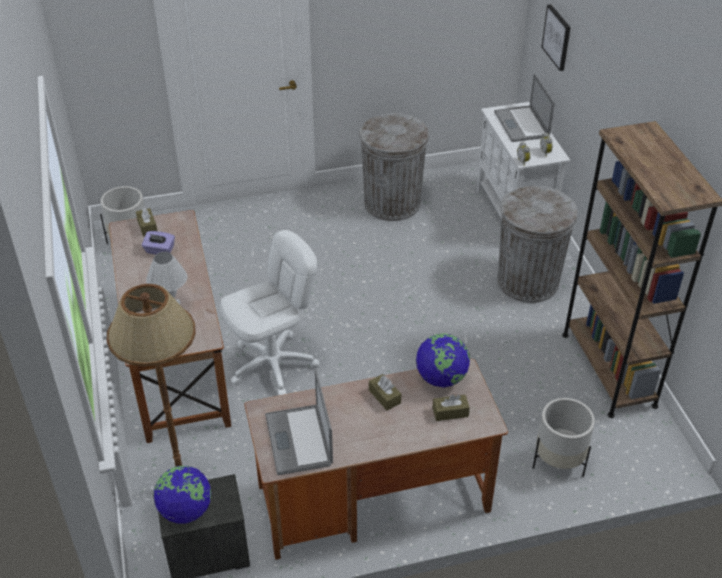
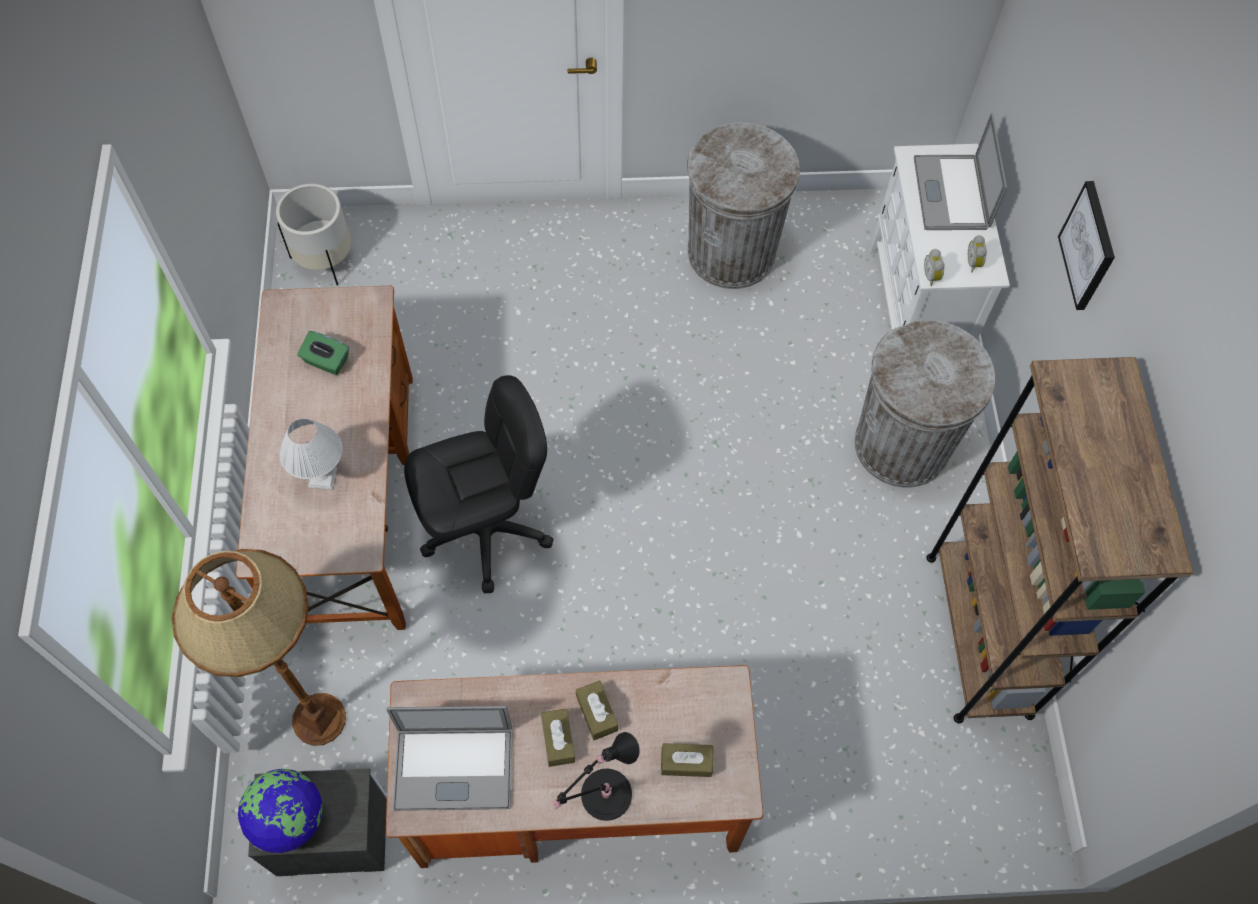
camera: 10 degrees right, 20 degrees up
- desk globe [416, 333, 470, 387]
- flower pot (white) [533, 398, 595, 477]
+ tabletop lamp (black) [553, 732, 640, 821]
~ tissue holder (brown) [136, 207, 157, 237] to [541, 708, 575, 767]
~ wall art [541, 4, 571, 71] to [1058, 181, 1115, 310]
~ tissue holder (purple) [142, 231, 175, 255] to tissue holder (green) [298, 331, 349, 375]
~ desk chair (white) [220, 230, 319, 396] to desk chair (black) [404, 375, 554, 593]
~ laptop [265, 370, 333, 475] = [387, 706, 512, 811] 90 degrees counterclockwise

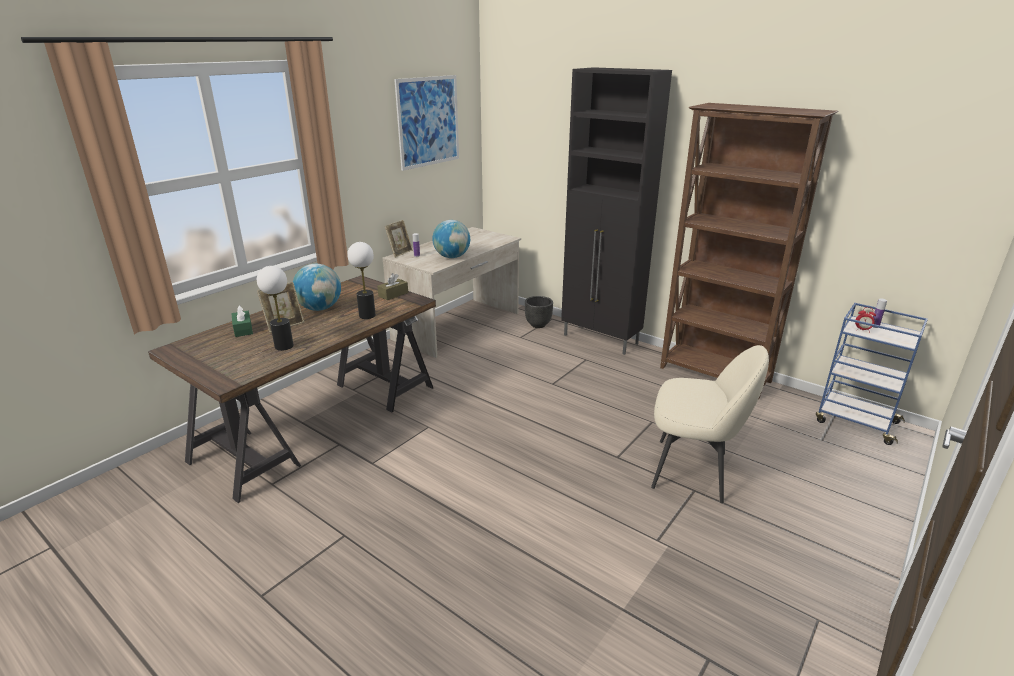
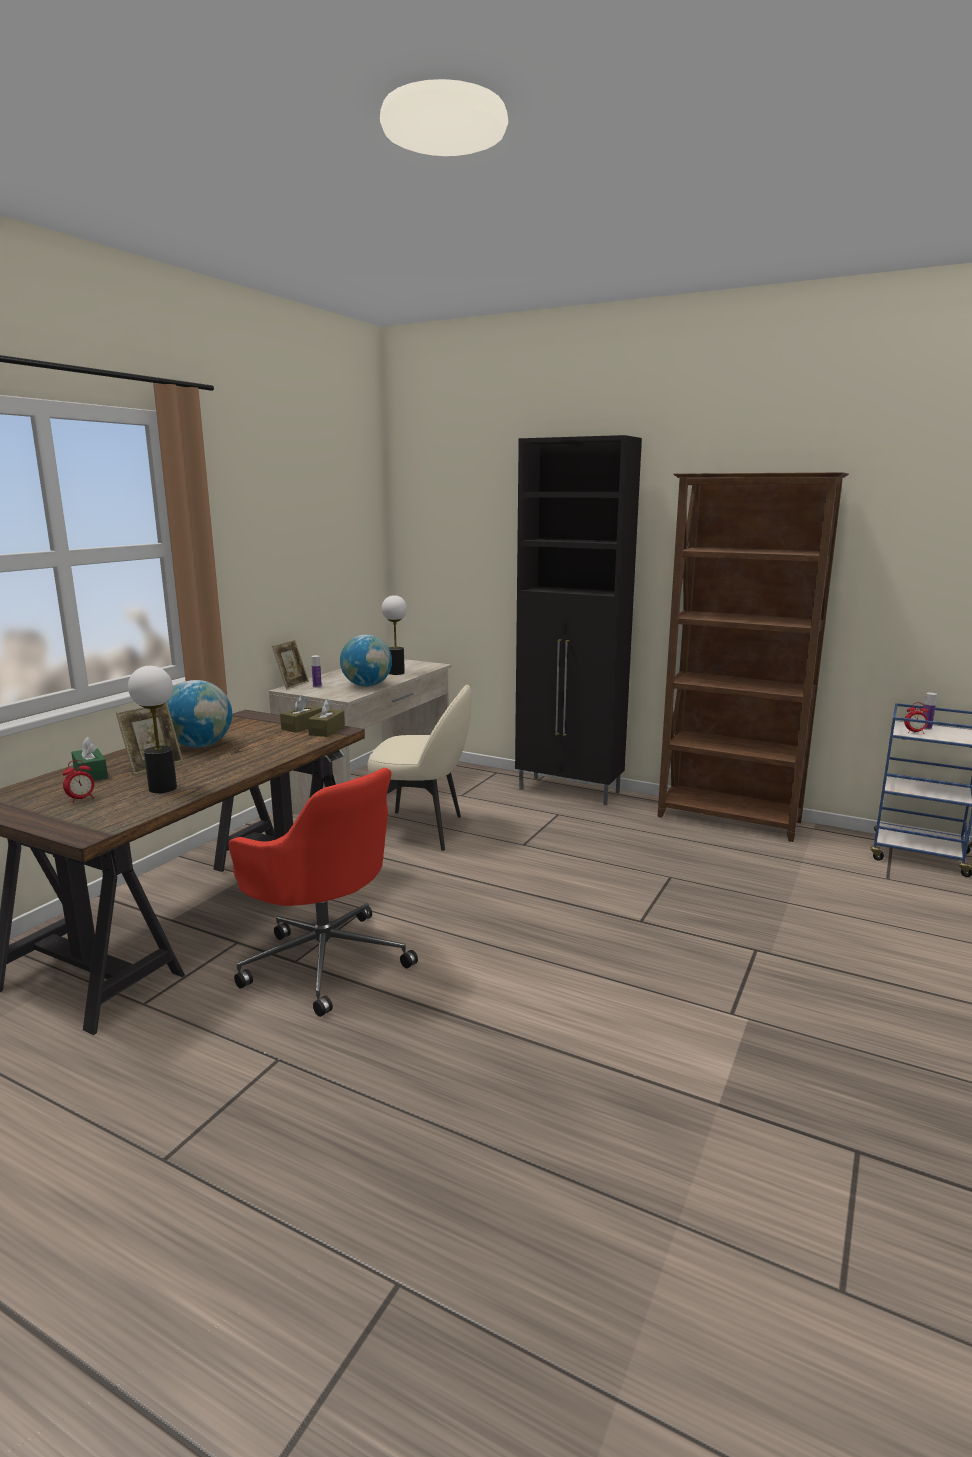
camera: 10 degrees left, 10 degrees down
- wall art [394, 75, 459, 171]
- flower pot (black) [525, 296, 553, 328]
+ table clock [63, 760, 94, 803]
+ desk chair (reddish) [228, 768, 418, 1017]
+ tissue holder (brown) [308, 699, 345, 737]
~ tabletop lamp [347, 242, 376, 319] to [382, 595, 407, 675]
~ upright chair (sand-coloured) [651, 345, 769, 503] to [368, 684, 472, 851]

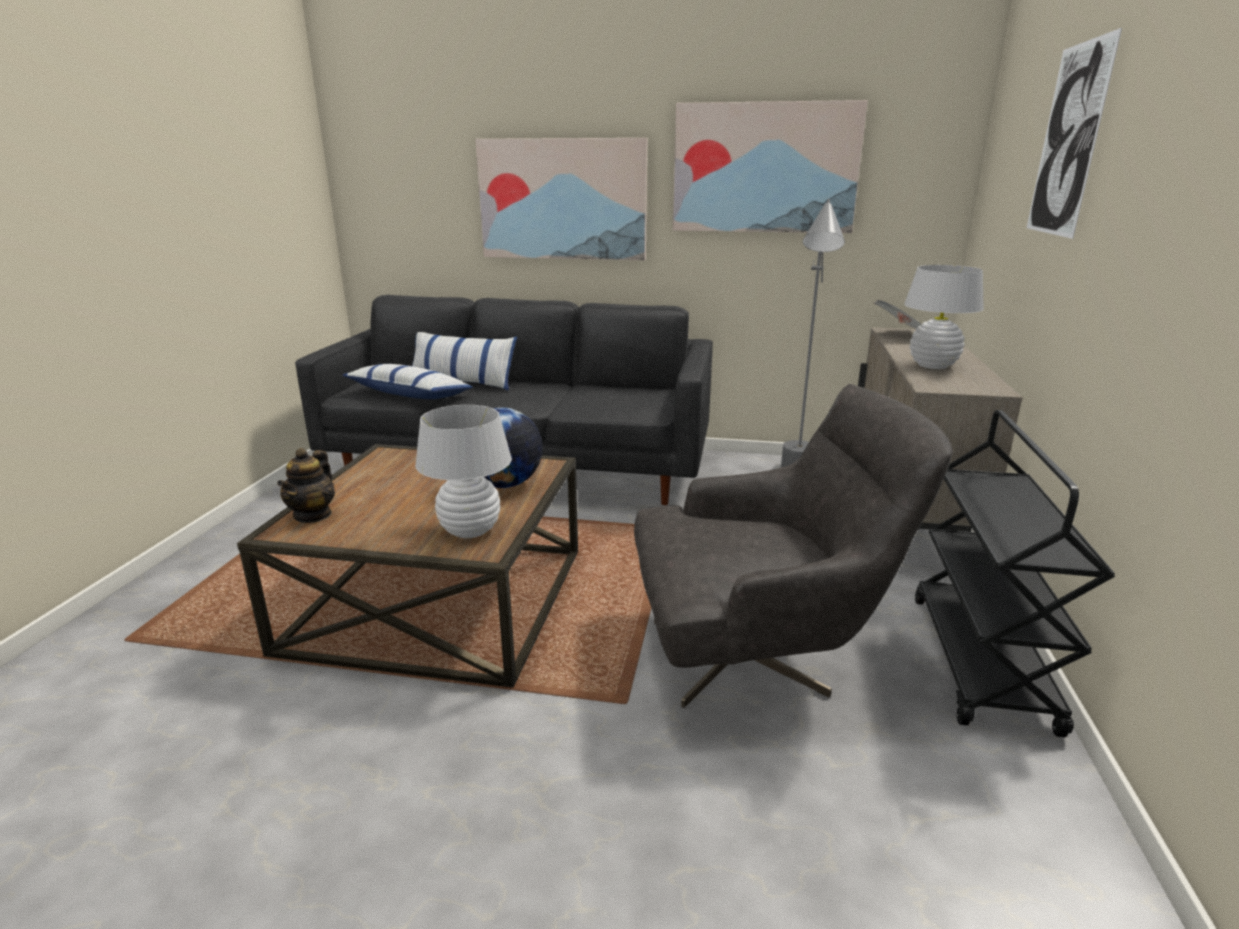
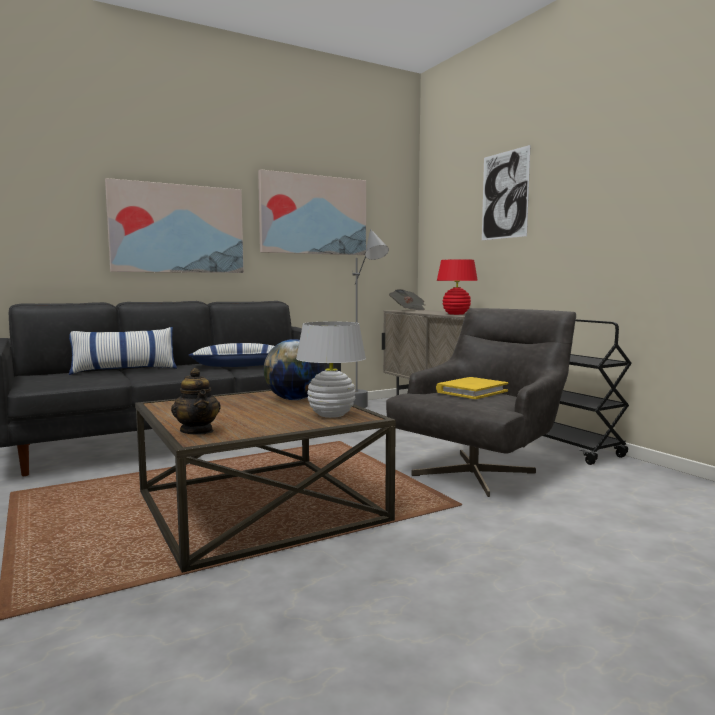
camera: 40 degrees left, 15 degrees down
+ bound book (yellow) [436, 377, 508, 399]
~ pillow [343, 364, 473, 399] to [189, 343, 274, 367]
~ tabletop lamp (white) [904, 265, 984, 369] to tabletop lamp (reddish) [437, 259, 478, 315]

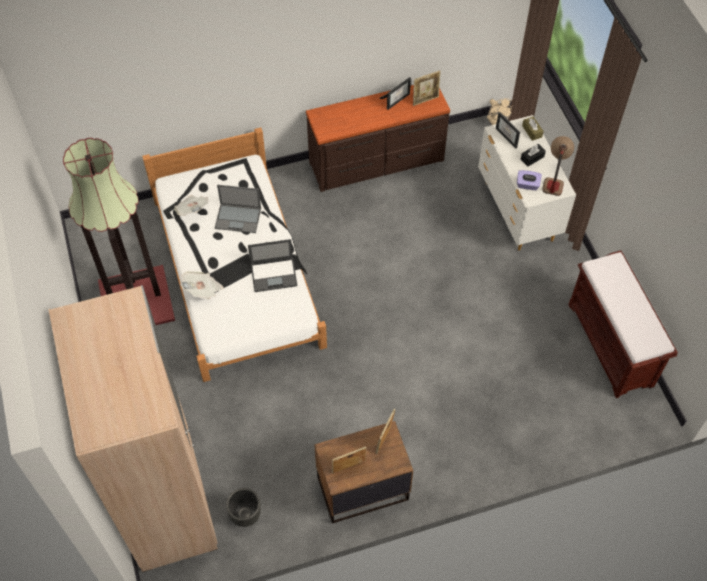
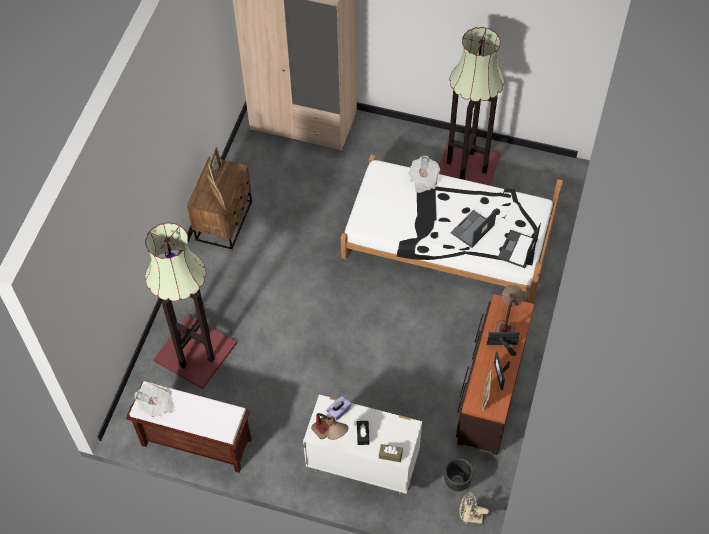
camera: 125 degrees right, 0 degrees up
+ floor lamp [145, 222, 237, 389]
+ tabletop lamp [495, 285, 524, 332]
~ printed paper [174, 195, 209, 216] to [135, 383, 175, 417]
~ flower pot (black) [226, 488, 261, 527] to [444, 458, 473, 491]
~ laptop [248, 239, 297, 292] to [498, 223, 541, 268]
~ photo frame [496, 112, 520, 148] to [487, 332, 520, 356]

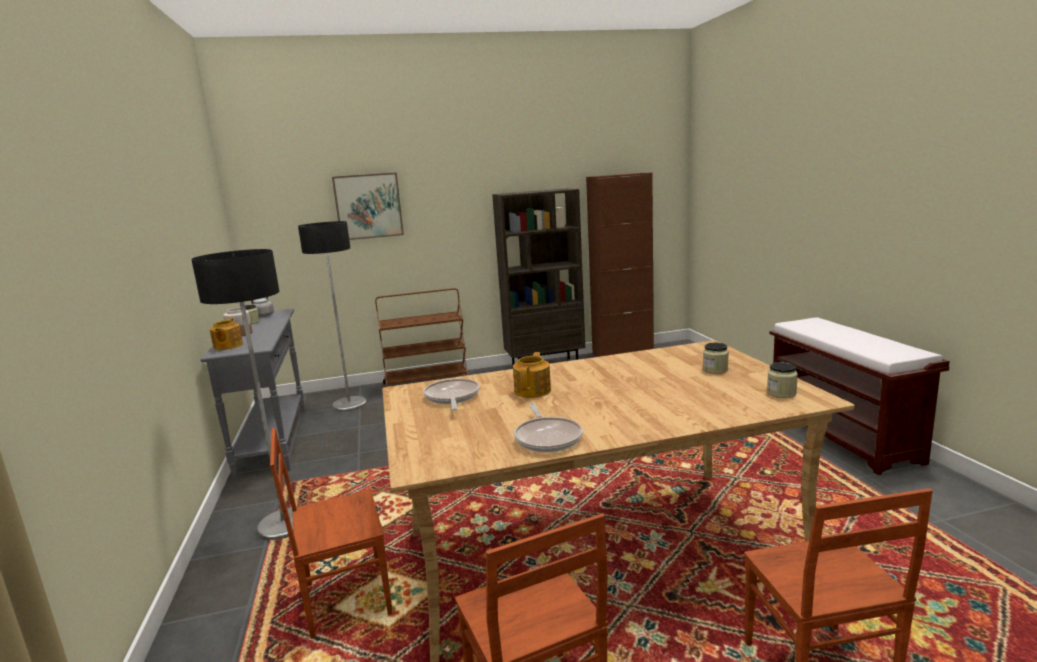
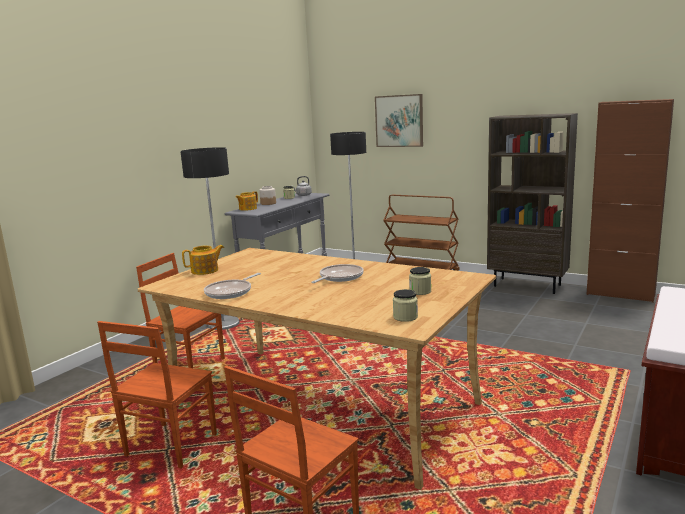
camera: 45 degrees right, 0 degrees up
~ pan [423, 378, 480, 410] to [311, 264, 364, 283]
~ tea pot [513, 352, 551, 398] to [182, 245, 224, 275]

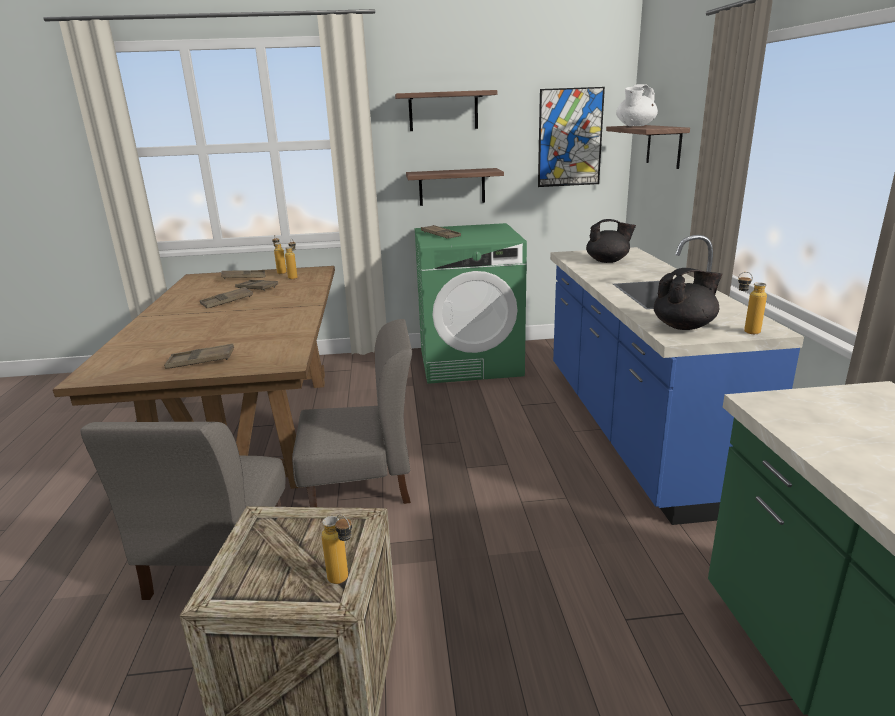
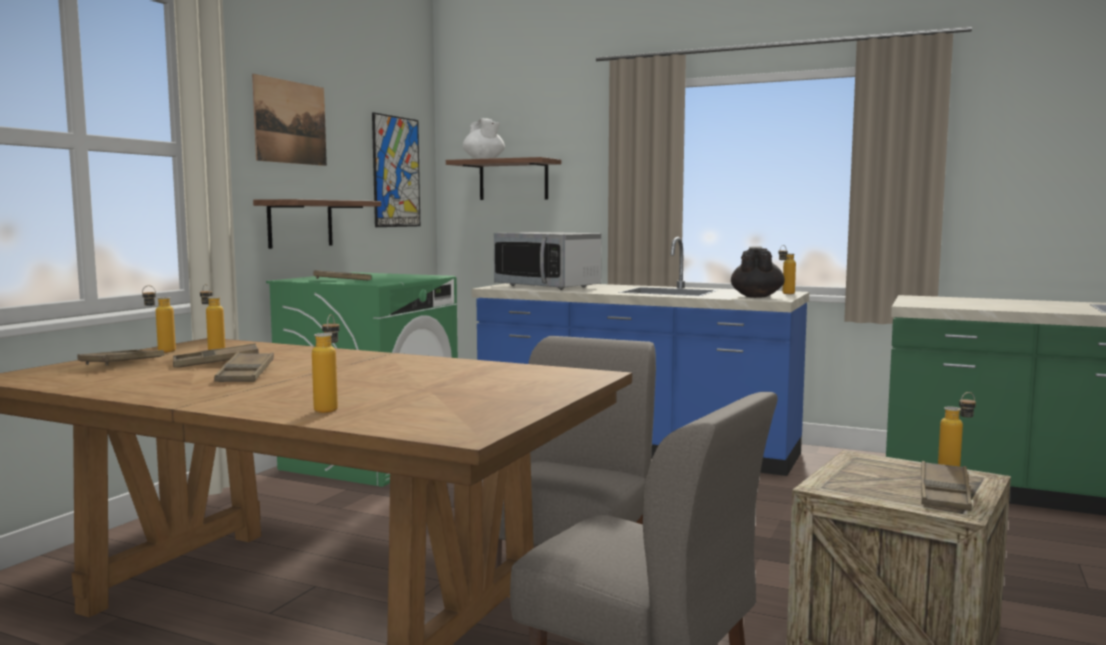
camera: 60 degrees left, 15 degrees down
+ beverage bottle [312, 314, 340, 413]
~ serving tray (brown) [164, 343, 234, 369] to [921, 461, 972, 511]
~ bracket shelf [395, 90, 497, 131] to wall art [252, 74, 327, 166]
~ tea pot (black) [586, 219, 636, 263] to microwave oven [494, 232, 601, 290]

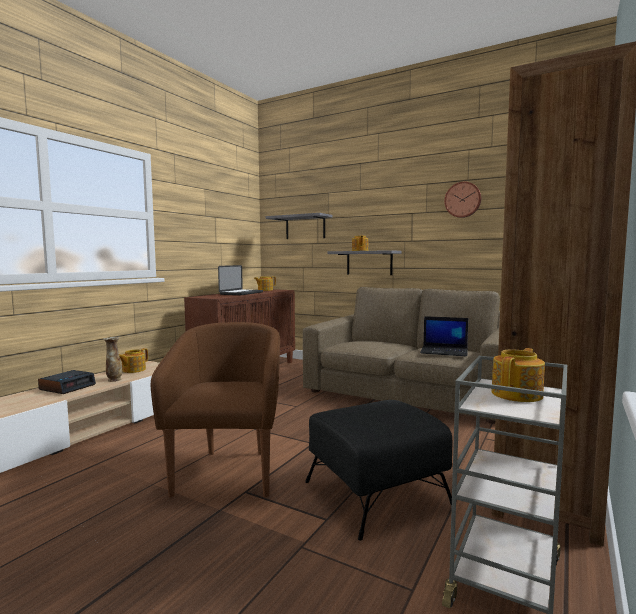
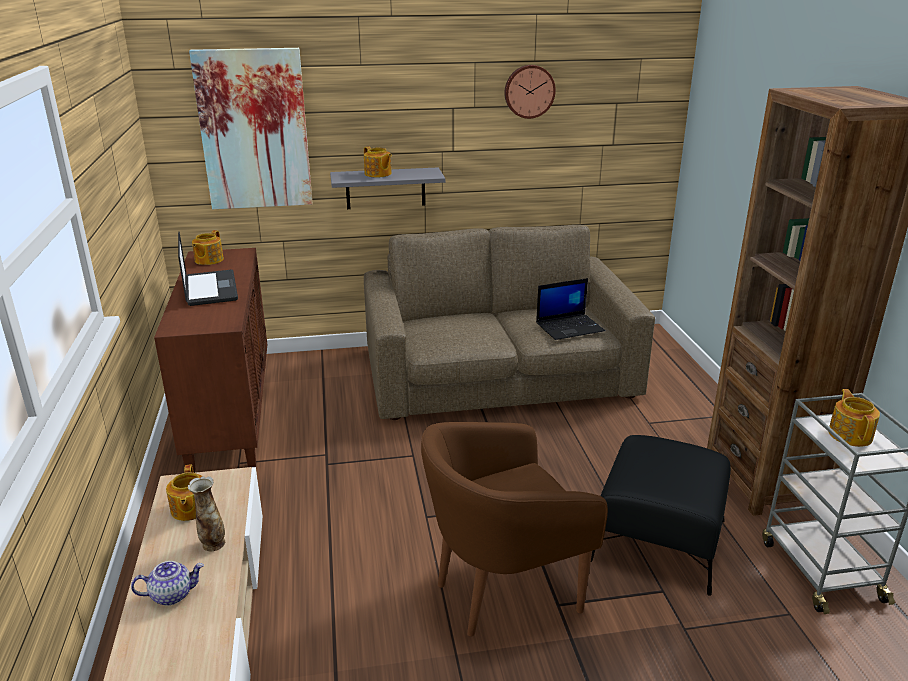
camera: 40 degrees left, 20 degrees up
~ table clock [38, 370, 96, 394] to tea pot [131, 561, 204, 605]
~ bracket shelf (greyish) [266, 213, 332, 239] to wall art [189, 48, 313, 209]
~ easy chair (brown) [151, 322, 280, 497] = [421, 422, 608, 637] 75 degrees counterclockwise

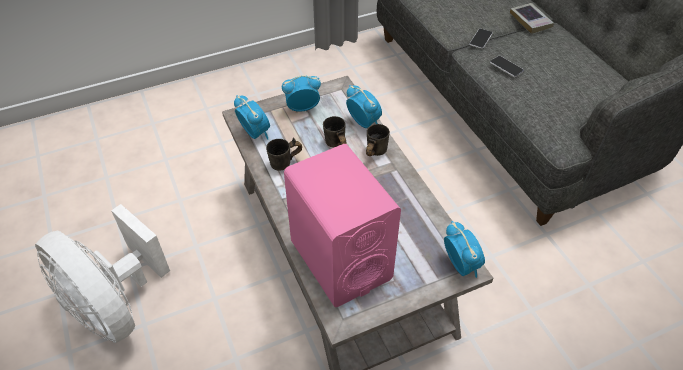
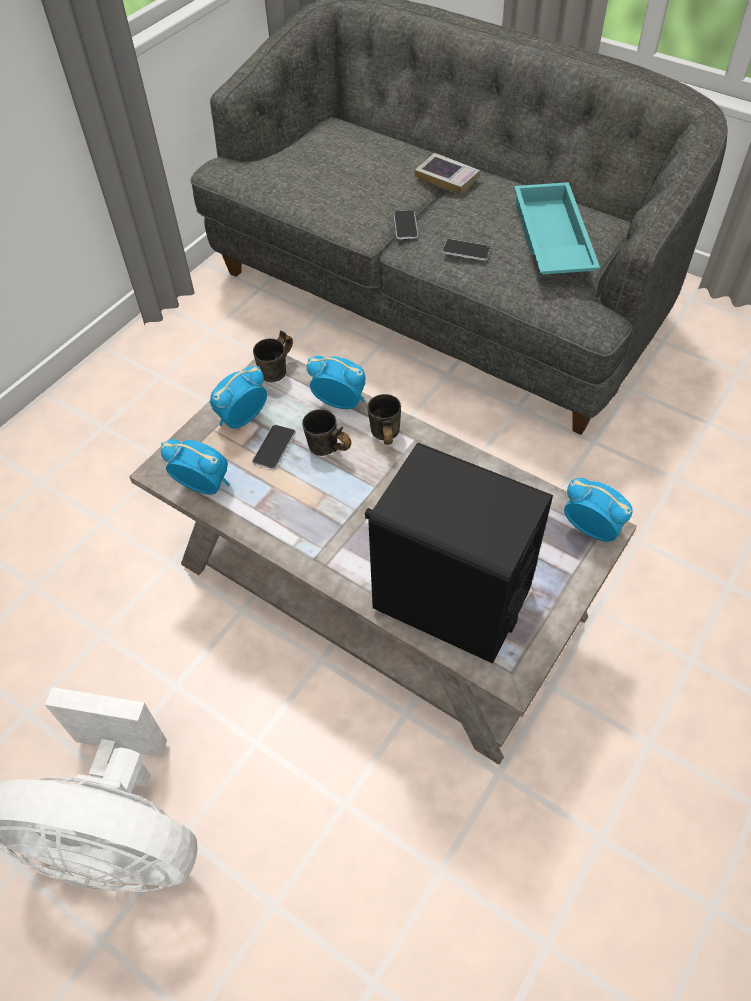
camera: 30 degrees left, 5 degrees up
+ handset [252, 425, 296, 470]
+ serving tray (turquoise-coloured) [514, 182, 600, 275]
~ coffee mug (greyish) [266, 137, 302, 171] to [253, 330, 293, 382]
~ speaker (pinkish) [284, 144, 401, 307] to speaker (black) [365, 443, 553, 663]

